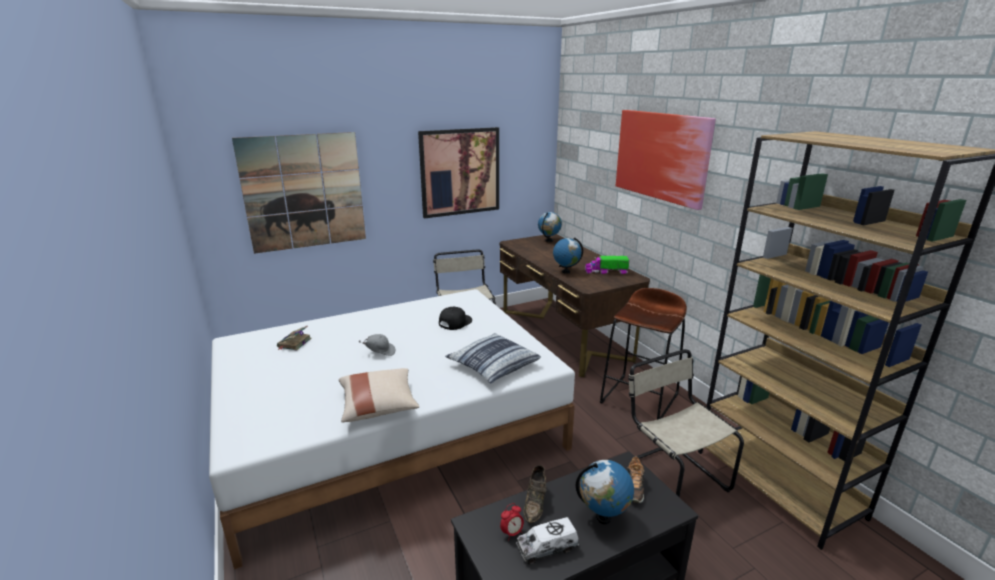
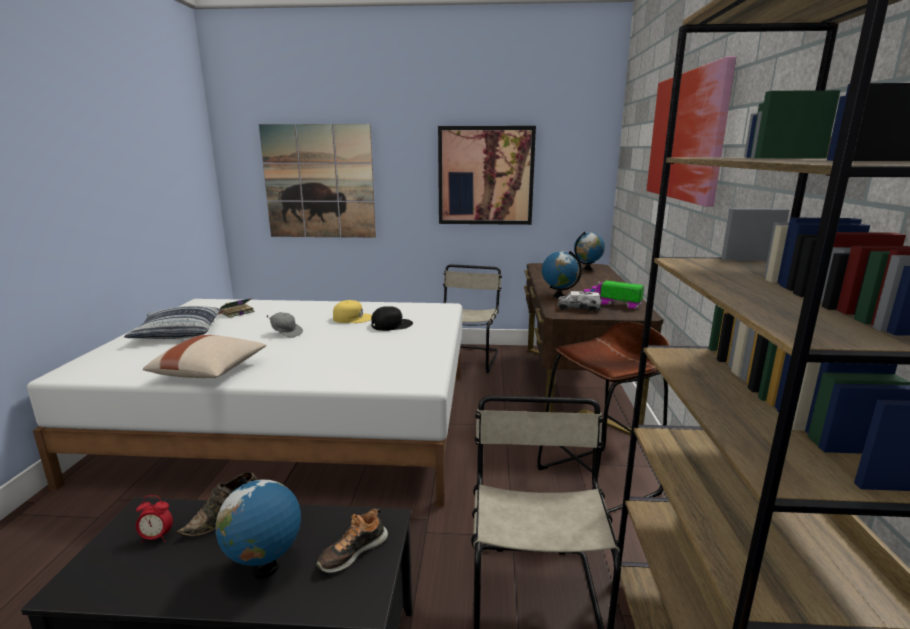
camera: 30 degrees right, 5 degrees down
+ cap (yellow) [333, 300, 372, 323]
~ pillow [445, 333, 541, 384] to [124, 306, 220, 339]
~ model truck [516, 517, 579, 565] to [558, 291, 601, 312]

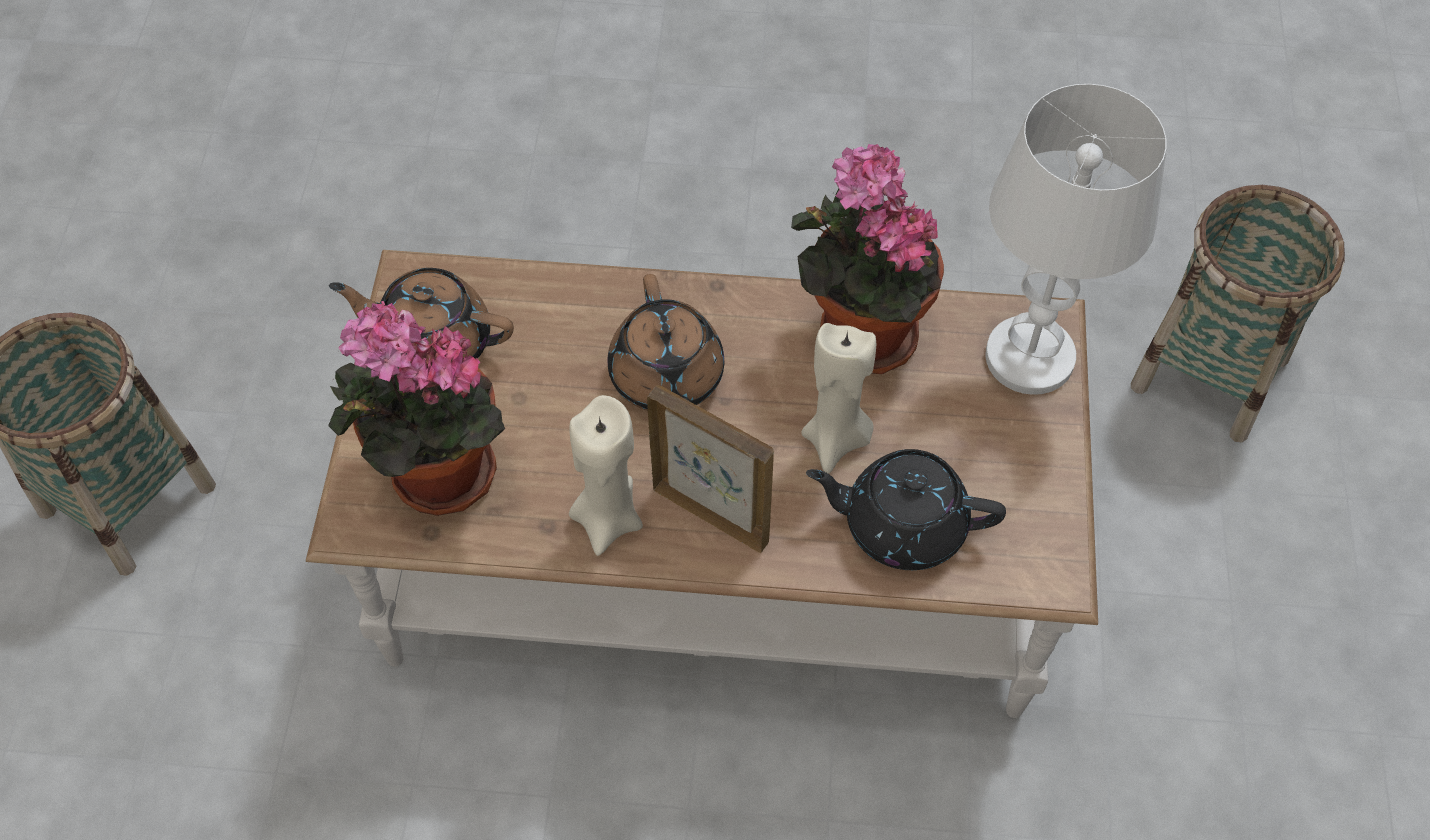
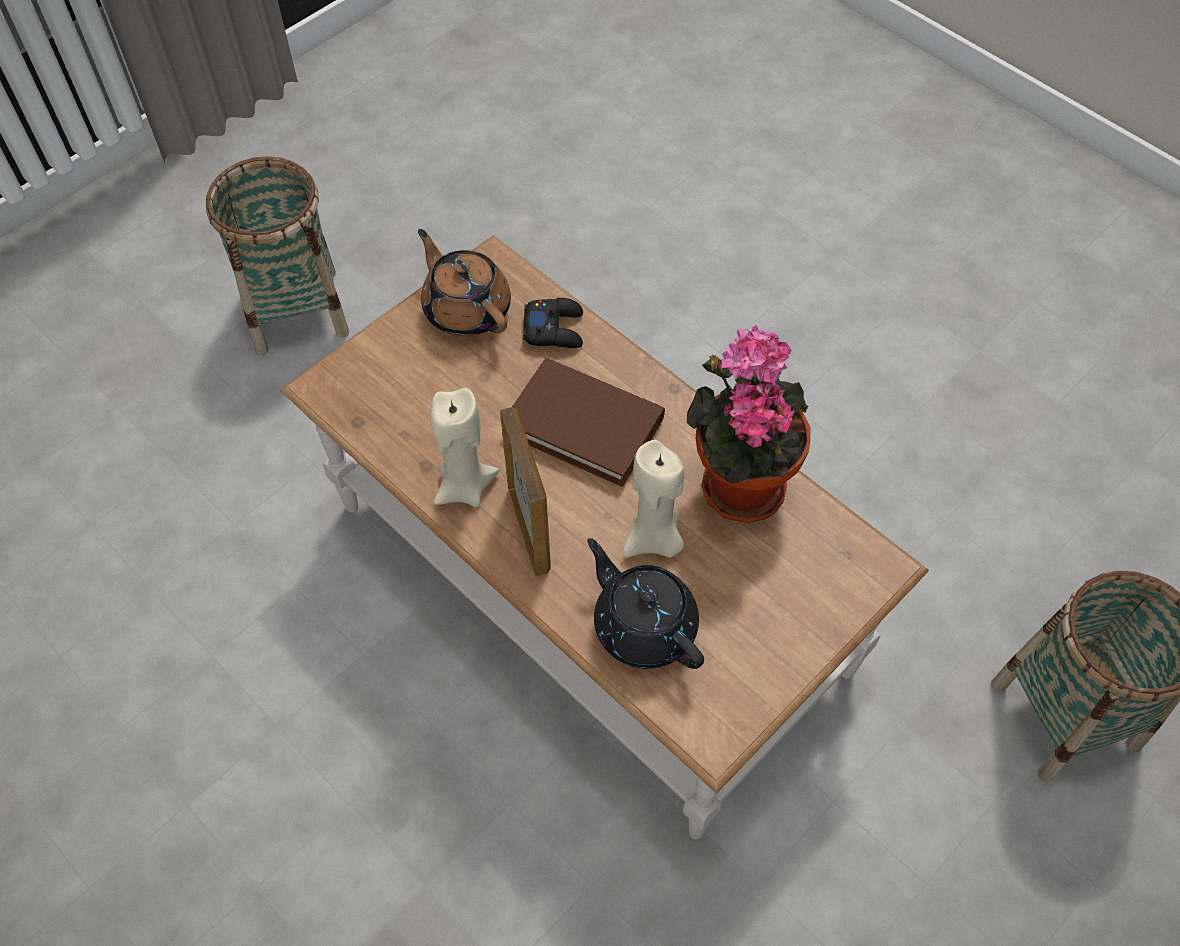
camera: 40 degrees right, 0 degrees up
- plant in a pot [328, 301, 505, 516]
- tabletop lamp (white) [985, 84, 1166, 395]
+ game controller (black) [523, 298, 583, 348]
~ tea pot (brown) [607, 274, 724, 411] to bound book (brown) [512, 358, 665, 487]

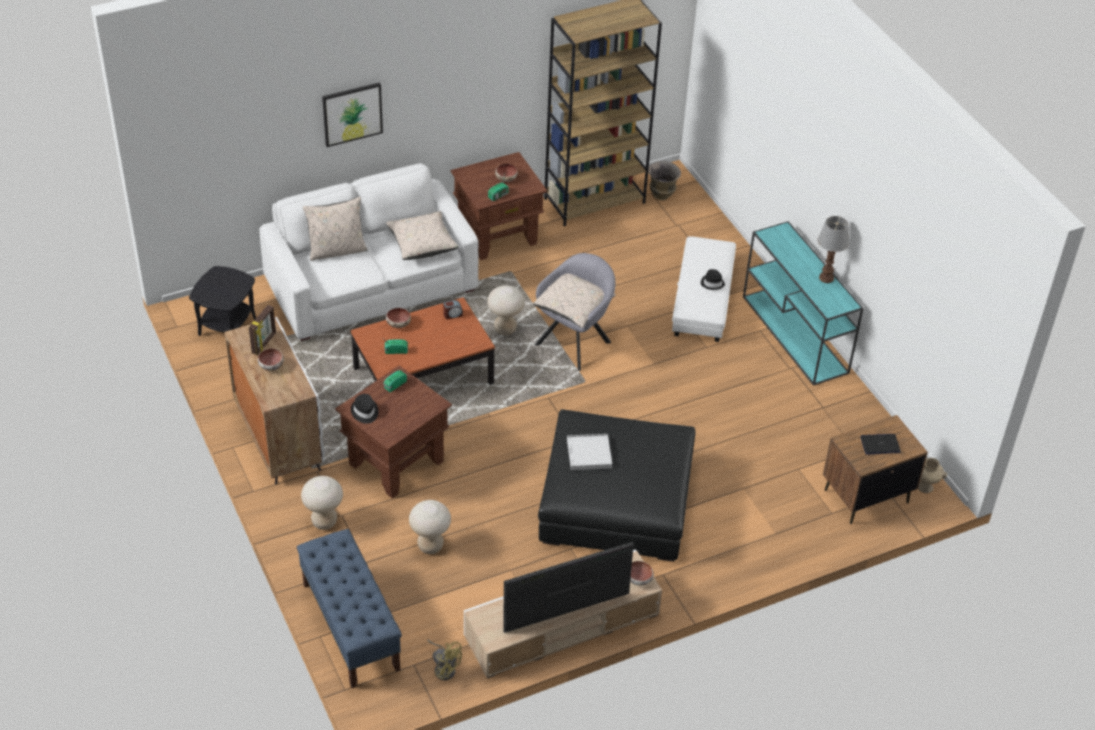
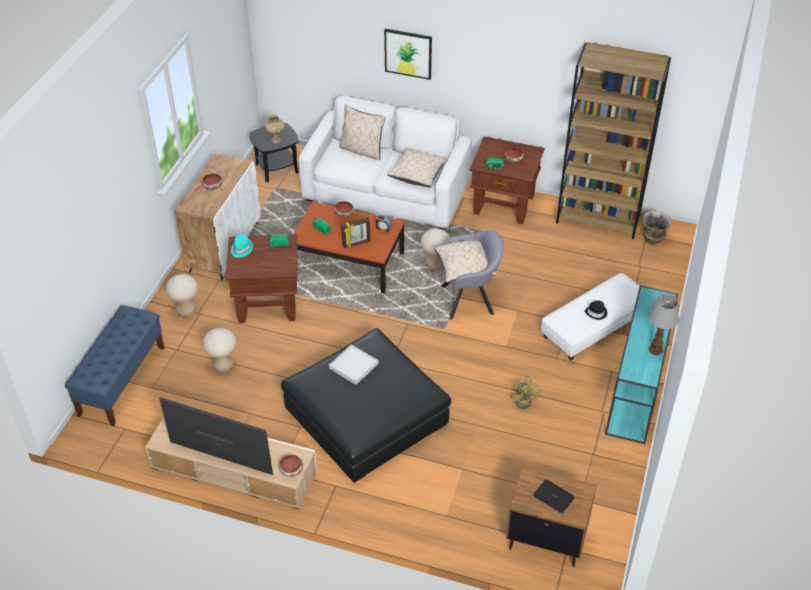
camera: 45 degrees right, 0 degrees up
~ photo frame [249, 305, 276, 355] to [341, 217, 370, 248]
~ electric fan (yellow) [427, 639, 462, 680] to [511, 376, 541, 409]
~ vase (sand-coloured) [918, 458, 947, 493] to [264, 115, 285, 143]
~ hat (black) [351, 394, 379, 424] to hat (turquoise-coloured) [231, 235, 253, 258]

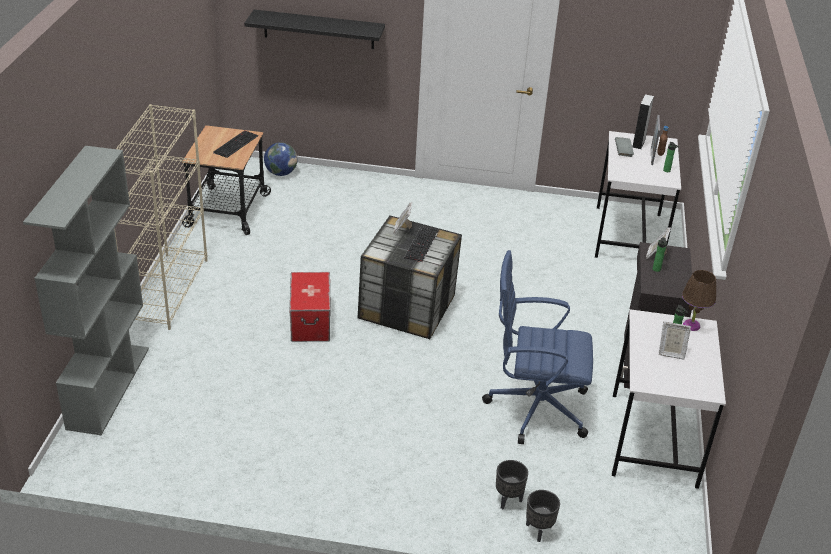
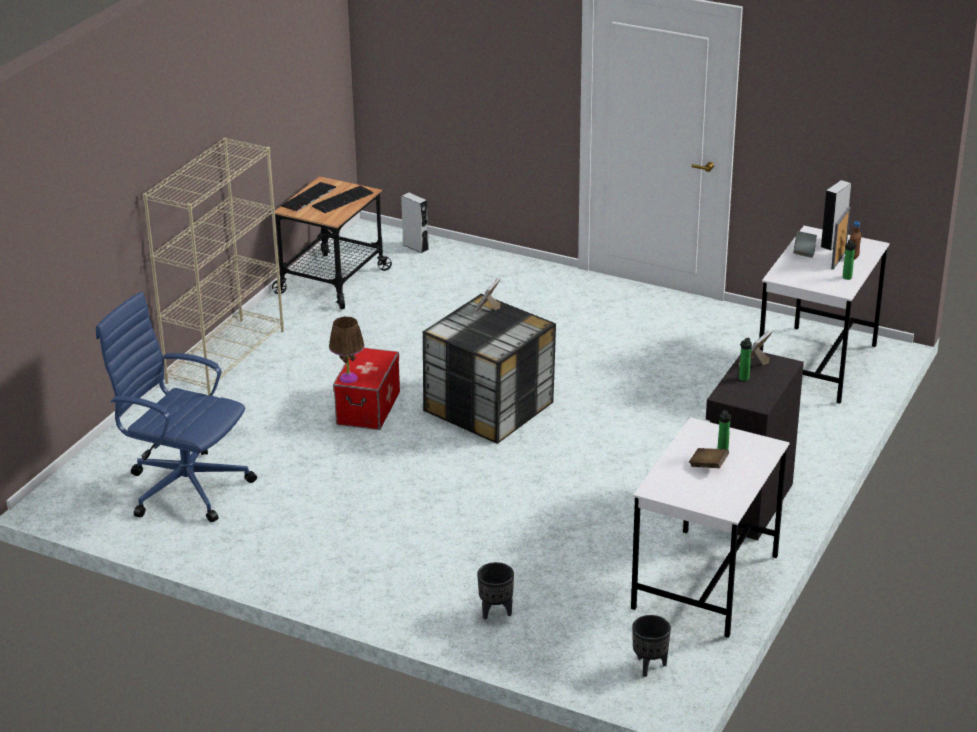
camera: 20 degrees right, 5 degrees down
- shelving unit (greyish) [23, 146, 149, 435]
- bracket shelf (black) [244, 10, 385, 49]
~ keyboard [404, 226, 439, 262] to [281, 182, 336, 212]
~ desk chair (bluish) [482, 250, 593, 444] to [96, 292, 257, 522]
~ flower pot (black) [526, 490, 560, 542] to [632, 615, 671, 677]
~ tabletop lamp (brown) [682, 270, 716, 331] to [329, 317, 364, 383]
~ desk globe [264, 142, 297, 176] to speaker (greyish) [401, 192, 429, 253]
~ photo frame [659, 321, 691, 360] to bound book (brown) [689, 448, 729, 468]

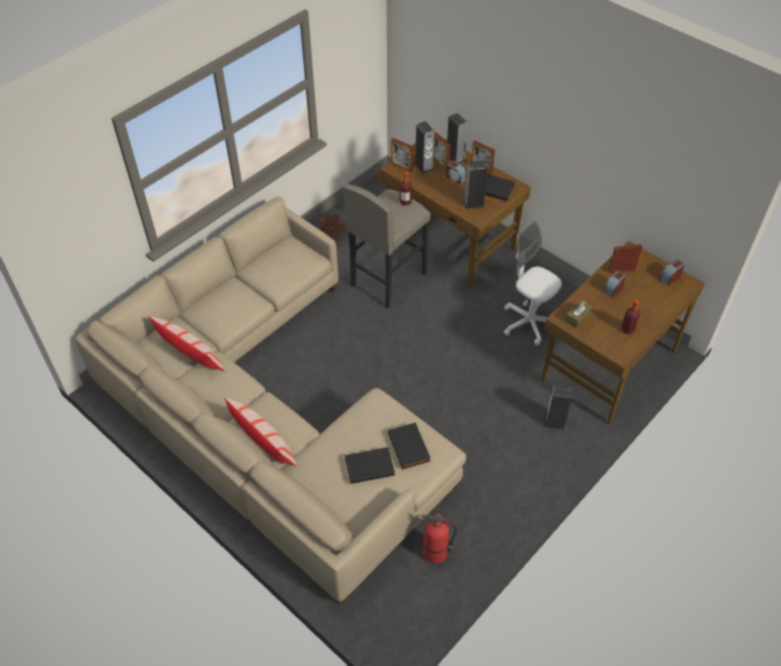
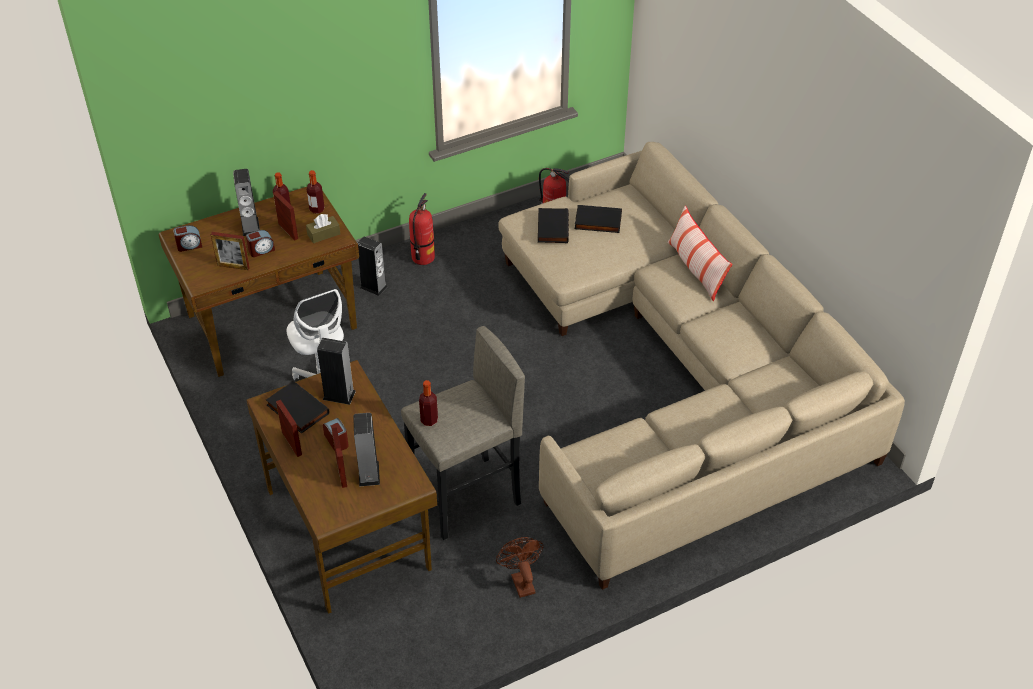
camera: 160 degrees left, 5 degrees down
- pillow [149, 316, 225, 371]
+ beverage bottle [306, 170, 324, 214]
+ fire extinguisher [409, 193, 435, 265]
~ photo frame [391, 138, 414, 172] to [273, 191, 298, 241]
~ speaker [447, 113, 468, 164] to [233, 169, 260, 236]

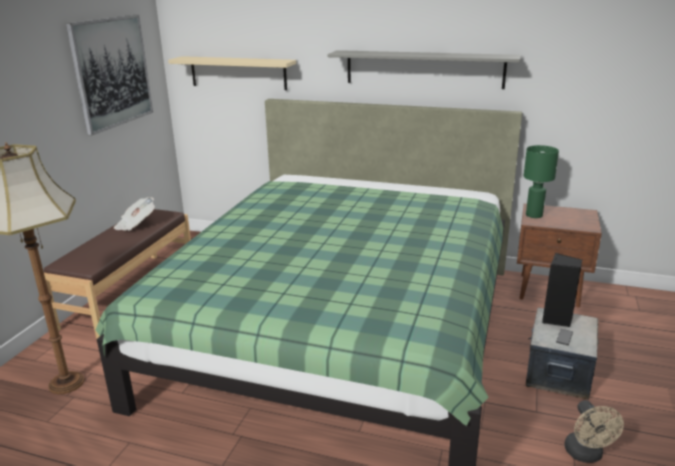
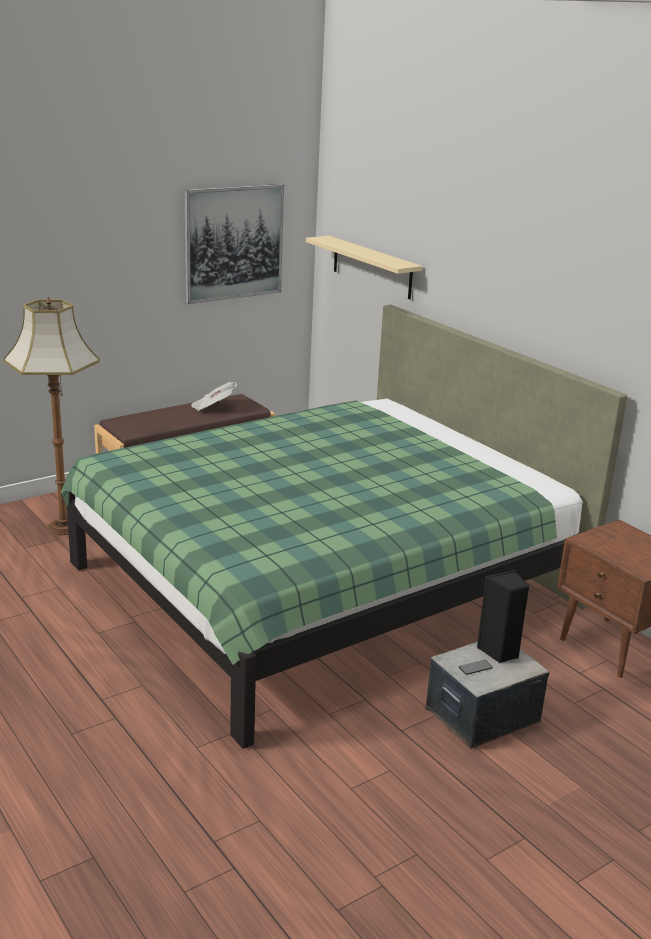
camera: 35 degrees right, 0 degrees up
- bracket shelf (greyish) [327, 50, 521, 89]
- tabletop lamp (green) [524, 145, 559, 218]
- electric fan (sand-coloured) [565, 400, 624, 463]

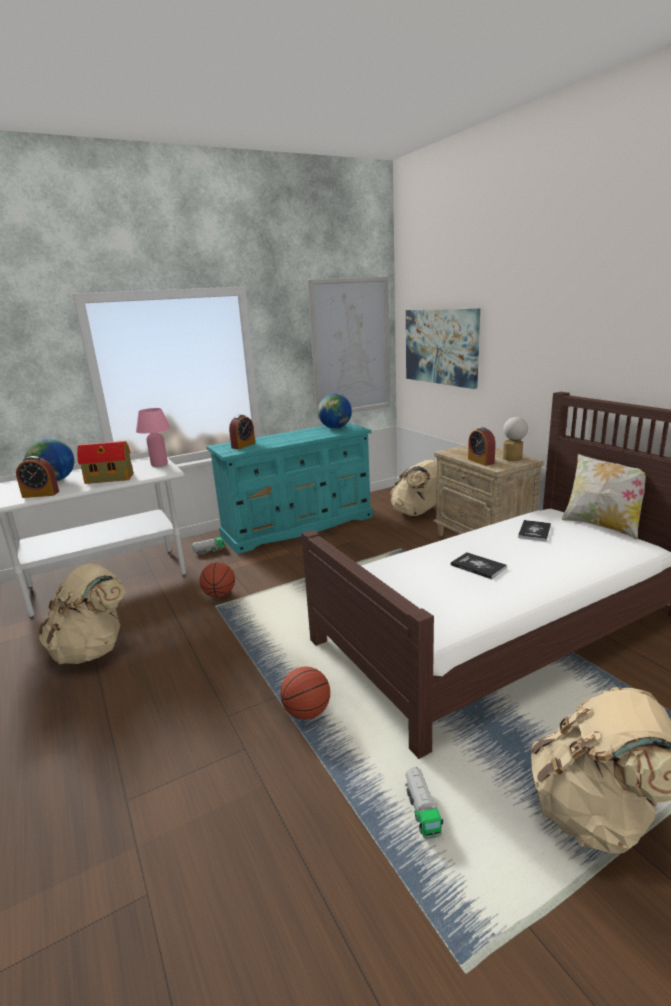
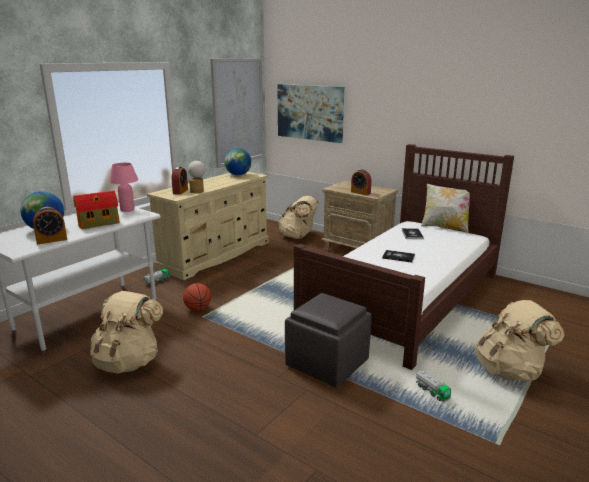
camera: 25 degrees left, 0 degrees up
~ tabletop lamp [503, 417, 528, 461] to [188, 161, 206, 193]
~ basketball ball [280, 666, 330, 720] to pouffe (greyish) [285, 293, 372, 388]
~ drawer chest (turquoise-coloured) [206, 423, 373, 554] to drawer chest (sand-coloured) [147, 172, 269, 280]

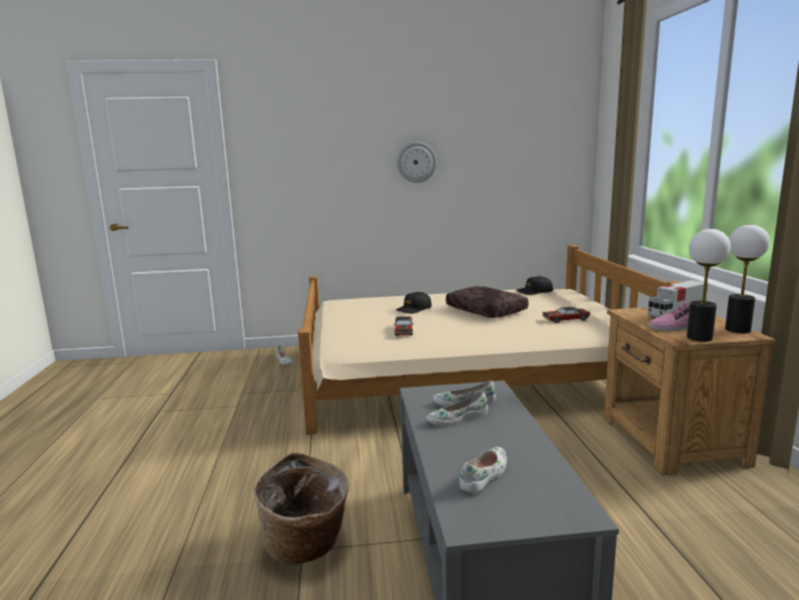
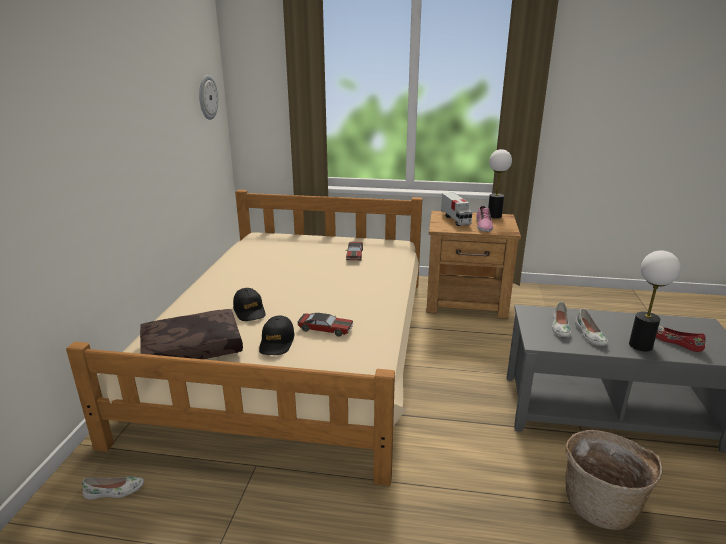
camera: 75 degrees left, 10 degrees up
~ hanging clock [397, 142, 437, 183] to [199, 75, 218, 120]
~ pillow (brown) [446, 286, 529, 318] to [140, 309, 243, 359]
~ cap (black) [516, 276, 553, 295] to [259, 315, 295, 355]
~ tabletop lamp [687, 229, 730, 342] to [629, 251, 681, 352]
~ item of footwear (white) [459, 447, 507, 493] to item of footwear (reddish) [656, 326, 706, 352]

